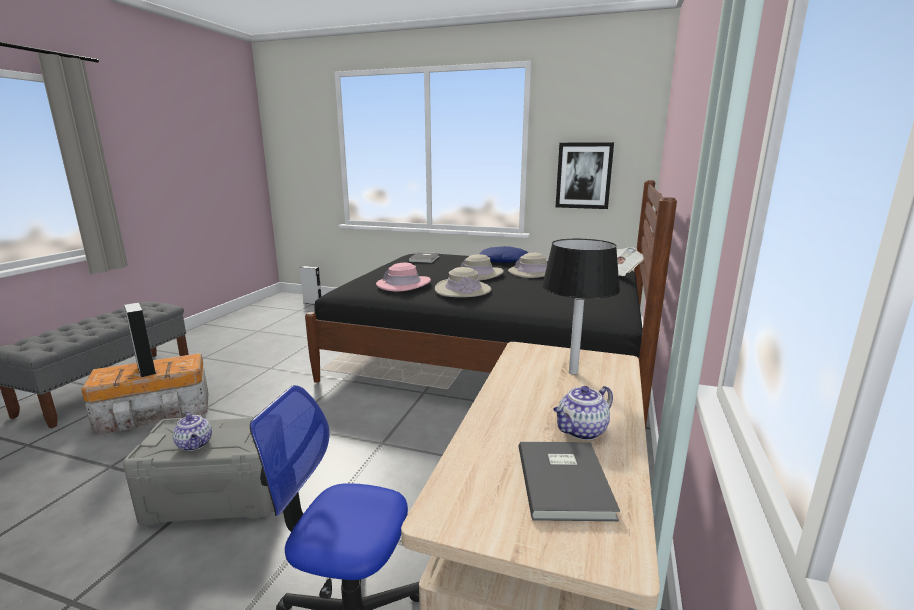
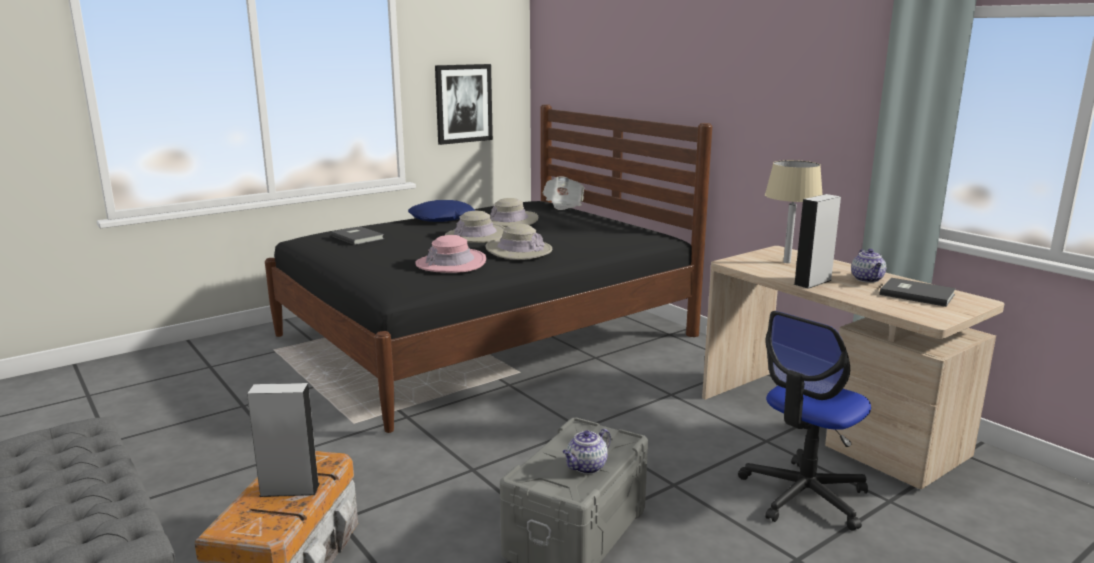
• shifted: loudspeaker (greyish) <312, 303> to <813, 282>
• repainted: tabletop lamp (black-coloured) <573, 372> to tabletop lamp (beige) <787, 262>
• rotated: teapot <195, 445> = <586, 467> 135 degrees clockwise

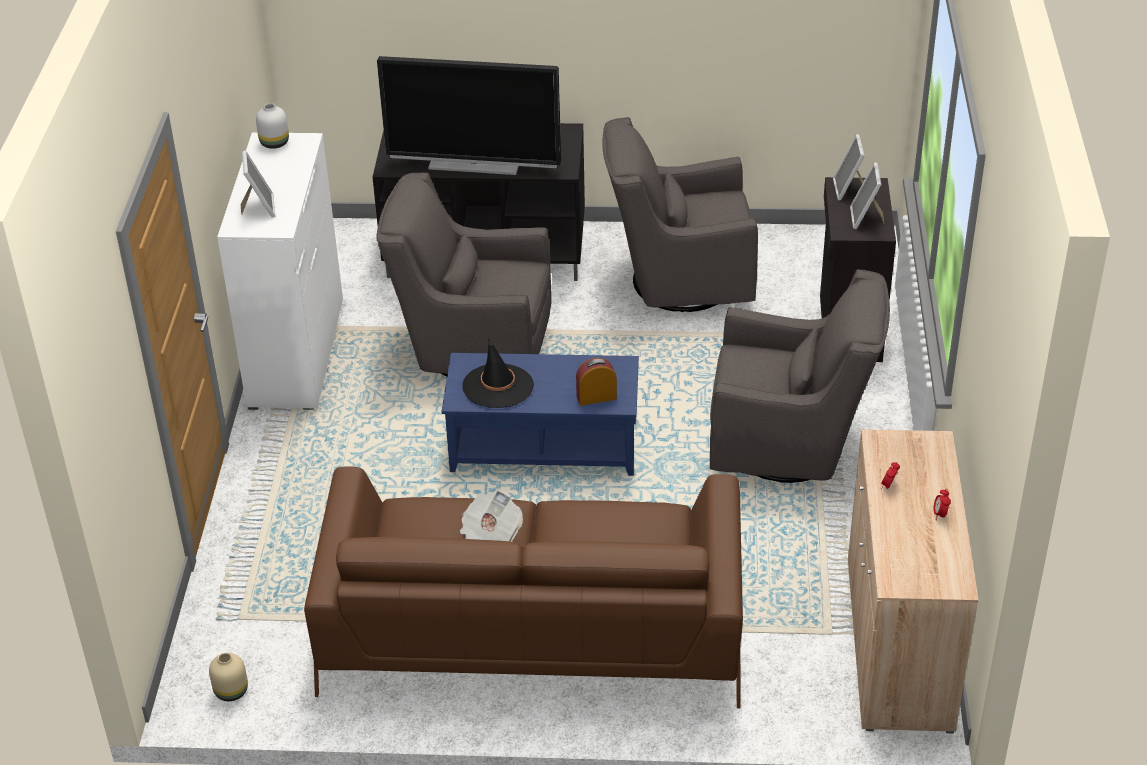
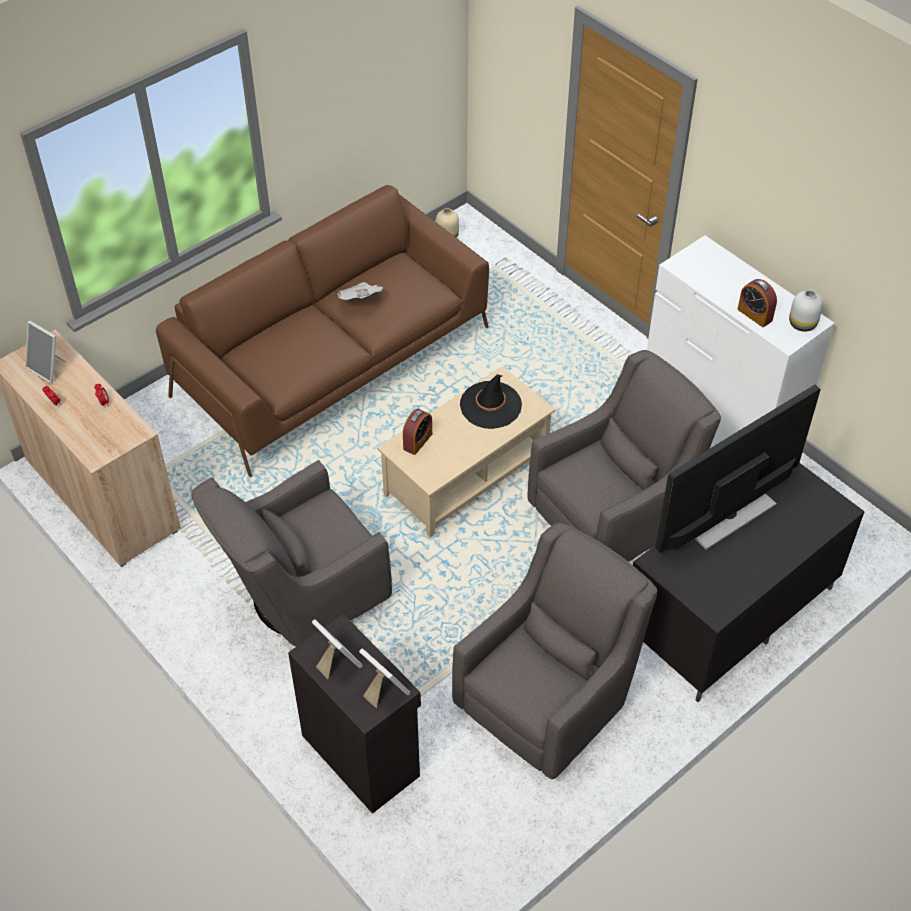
• new: table clock <754, 315>
• shifted: standing frame <259, 207> to <48, 368>
• repainted: lounge table (blue-coloured) <543, 448> to lounge table (beige) <466, 474>

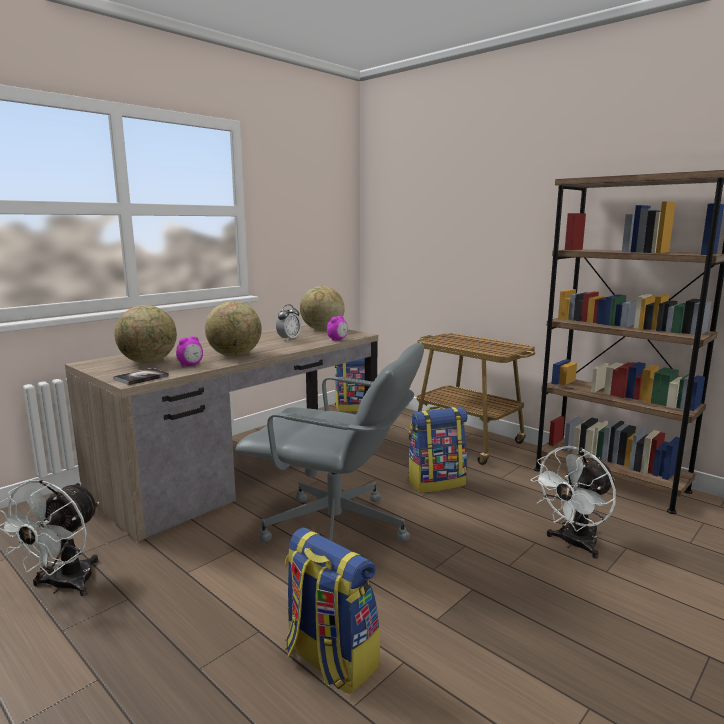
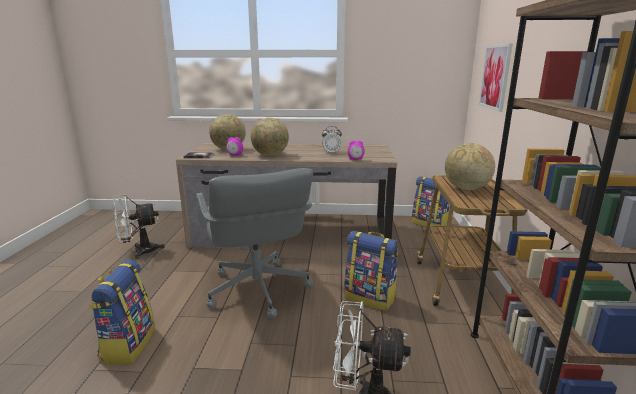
• new: wall art <495, 77>
• shifted: world globe <322, 330> to <466, 189>

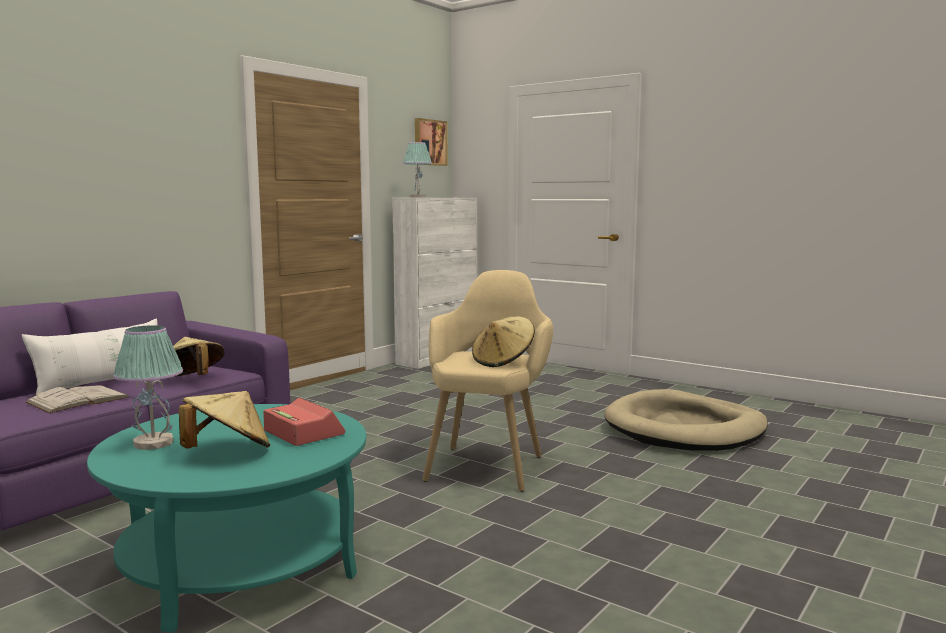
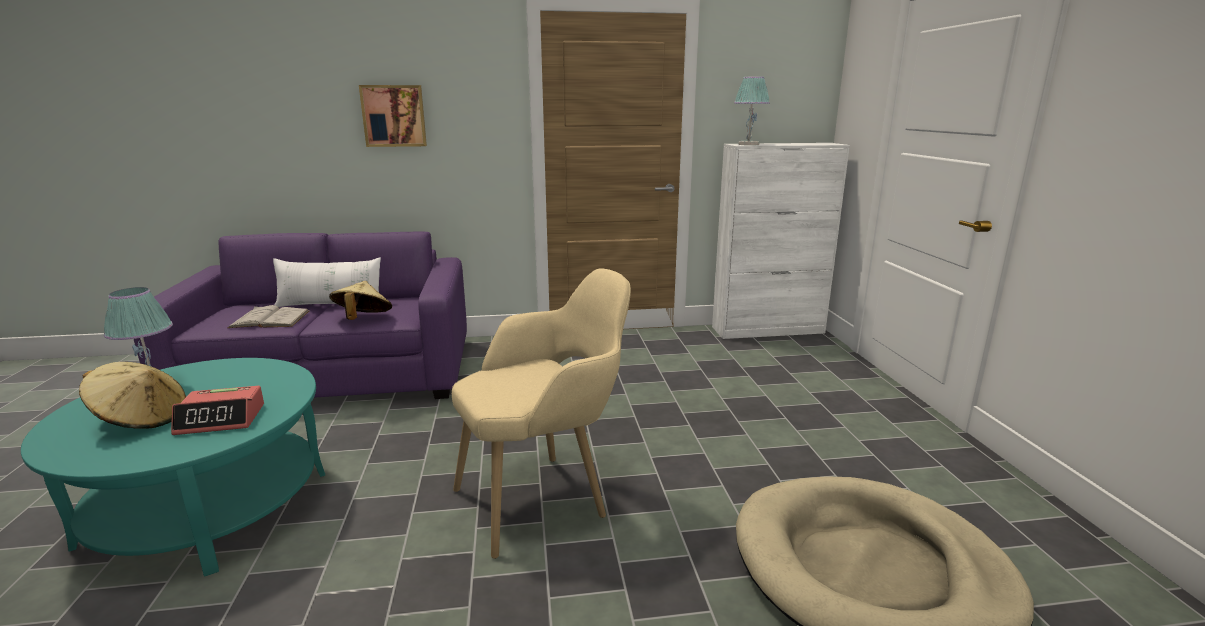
• gone: hat (beige) <503, 362>
• shifted: wall art <429, 142> to <394, 116>
• rotated: table clock <303, 433> = <221, 419> 75 degrees clockwise

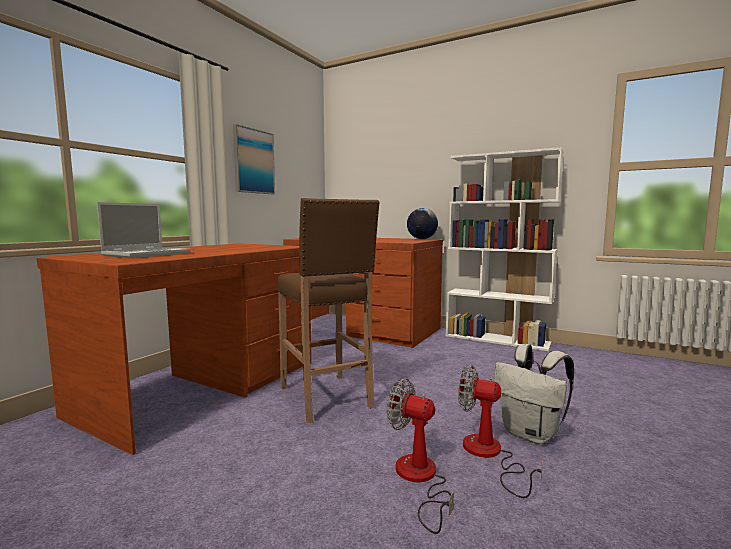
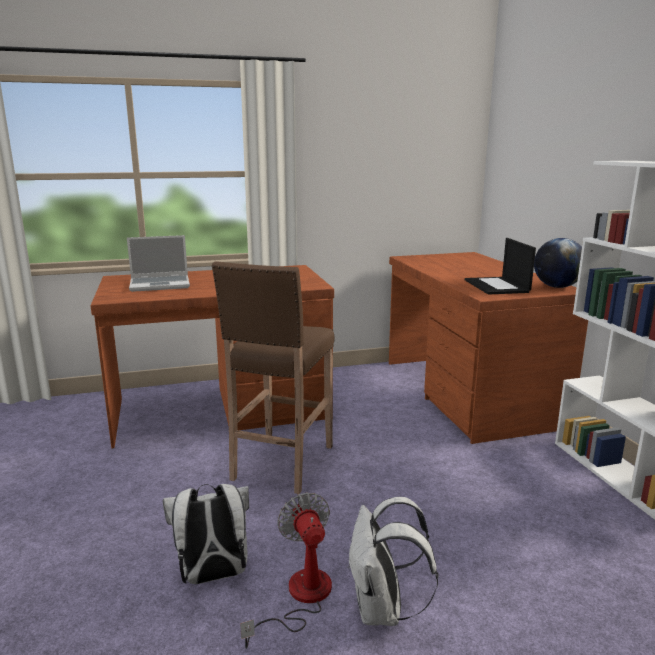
• gone: wall art <253, 161>
• new: notebook computer <497, 286>
• swapped: fan <419, 479> to rucksack (whitish) <213, 576>

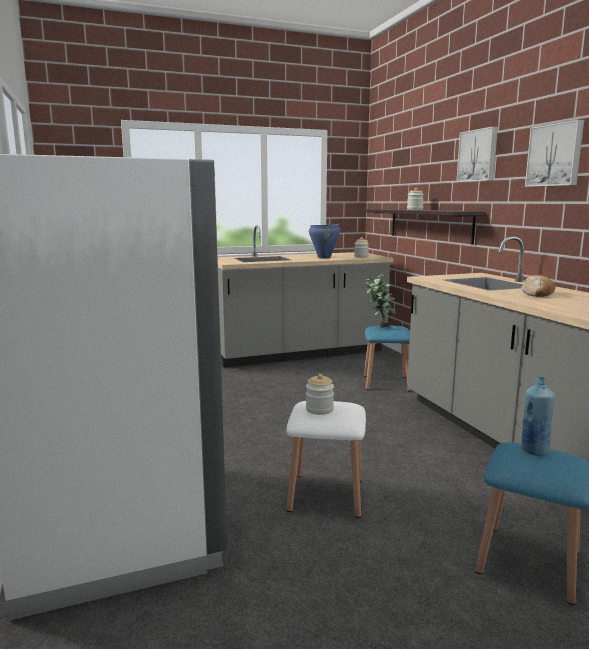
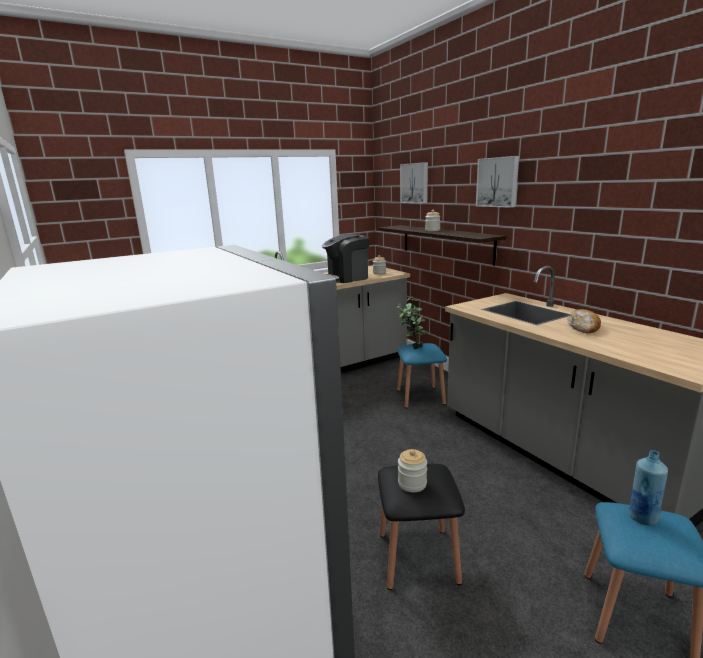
• shifted: wall art <555, 155> to <415, 183>
• swapped: cooking pot (blue-coloured) <324, 258> to coffee brewer <346, 278>
• repainted: sitting stool (whitish) <326, 494> to sitting stool (black-coloured) <418, 557>

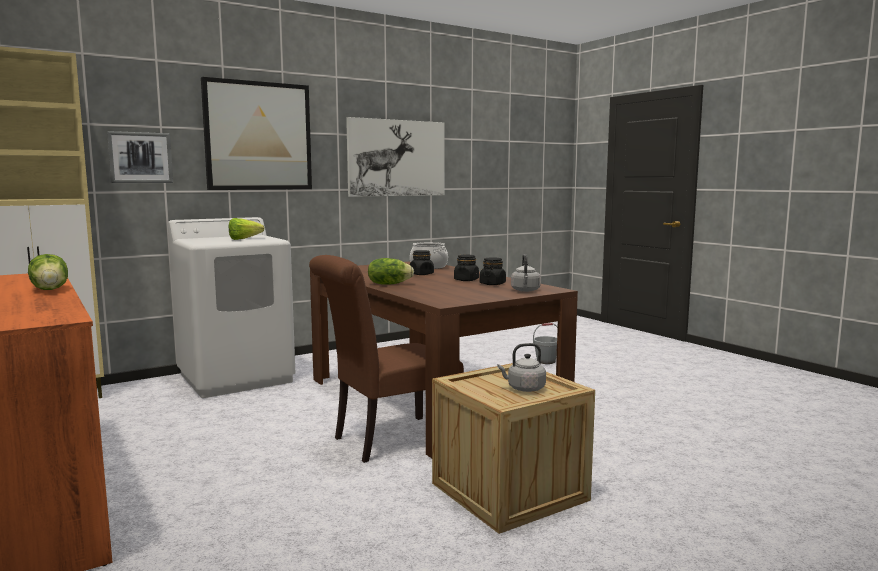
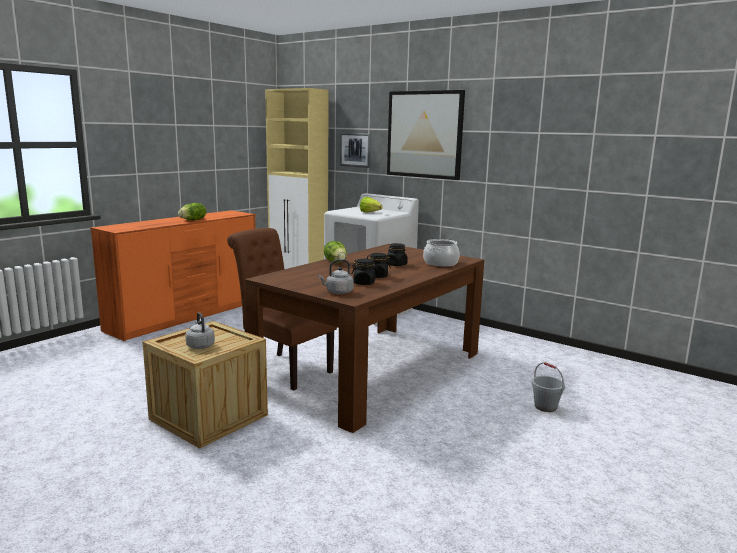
• gone: wall art <397, 158>

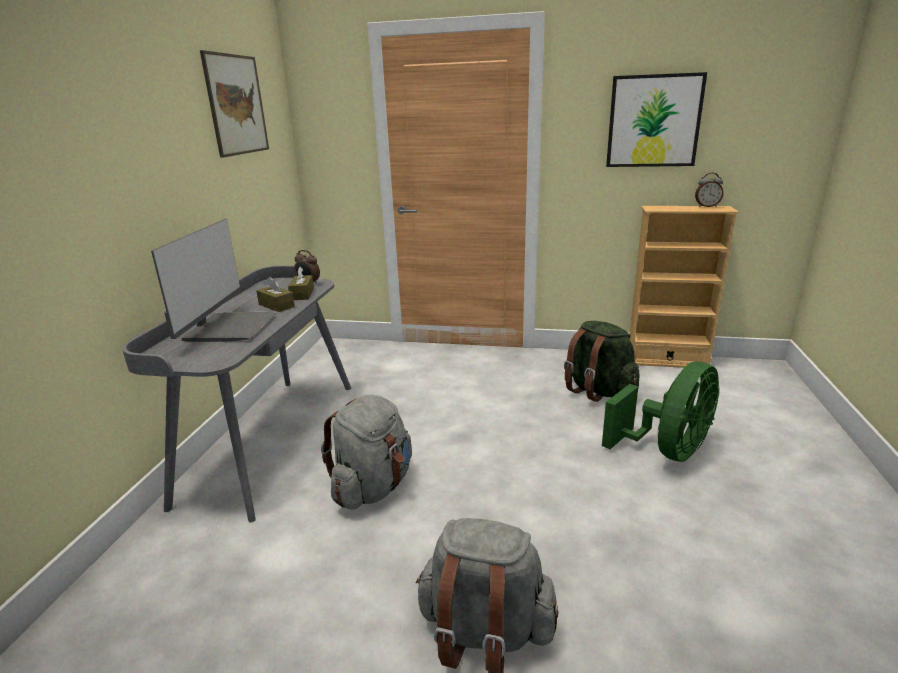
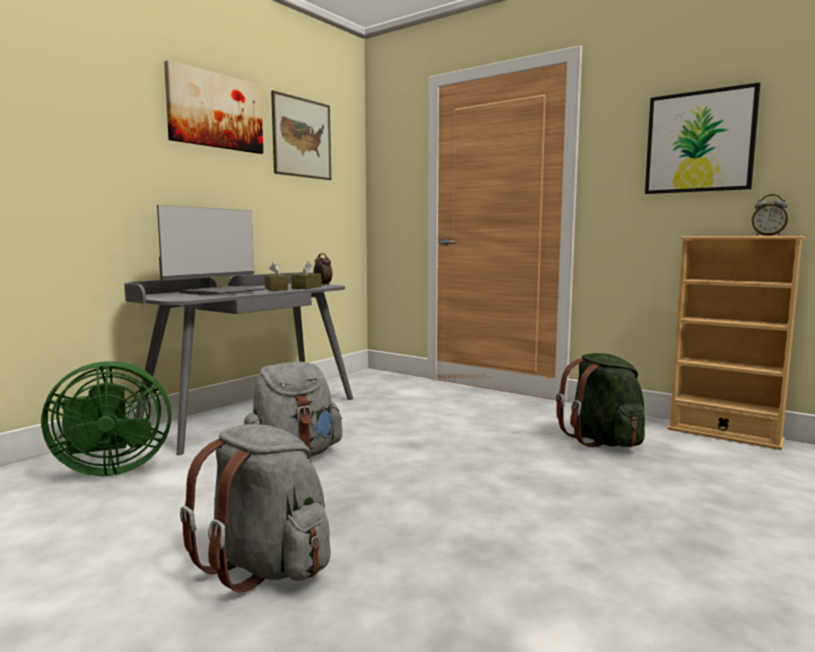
• new: wall art <215, 111>
• shifted: fan (greenish) <667, 450> to <110, 469>

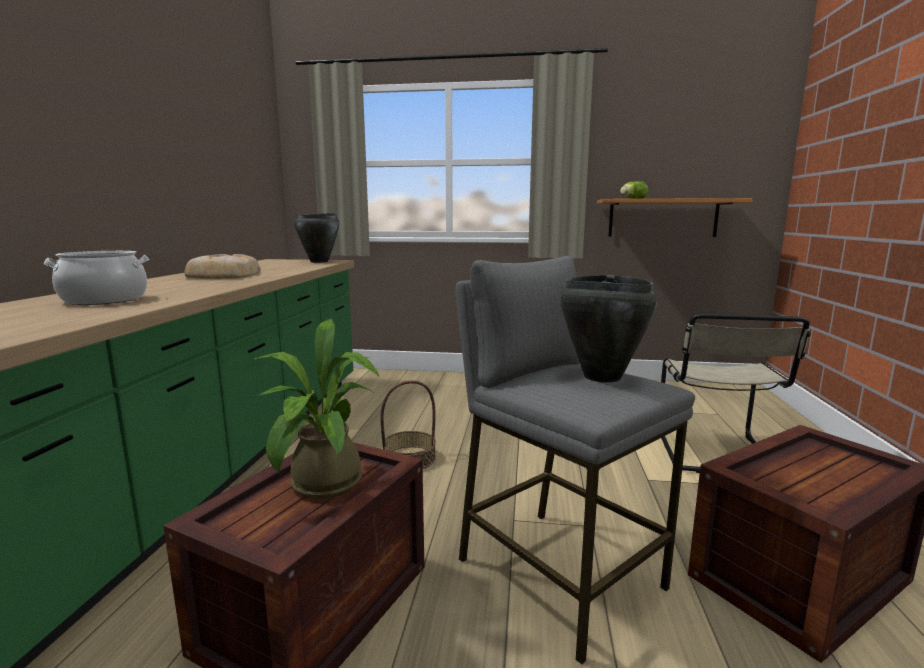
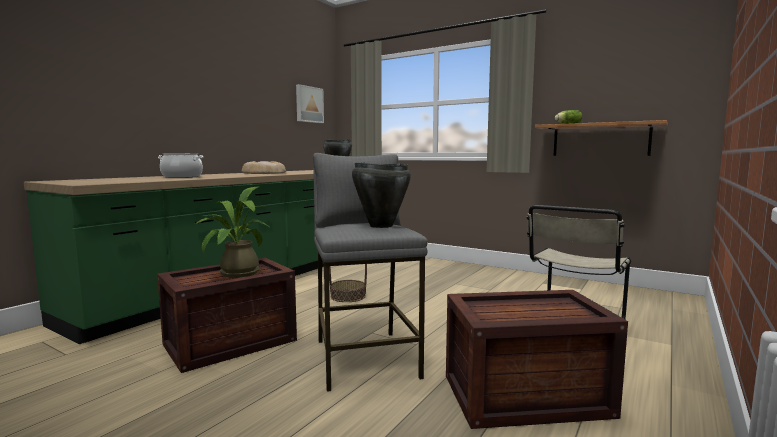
• new: wall art <308, 104>

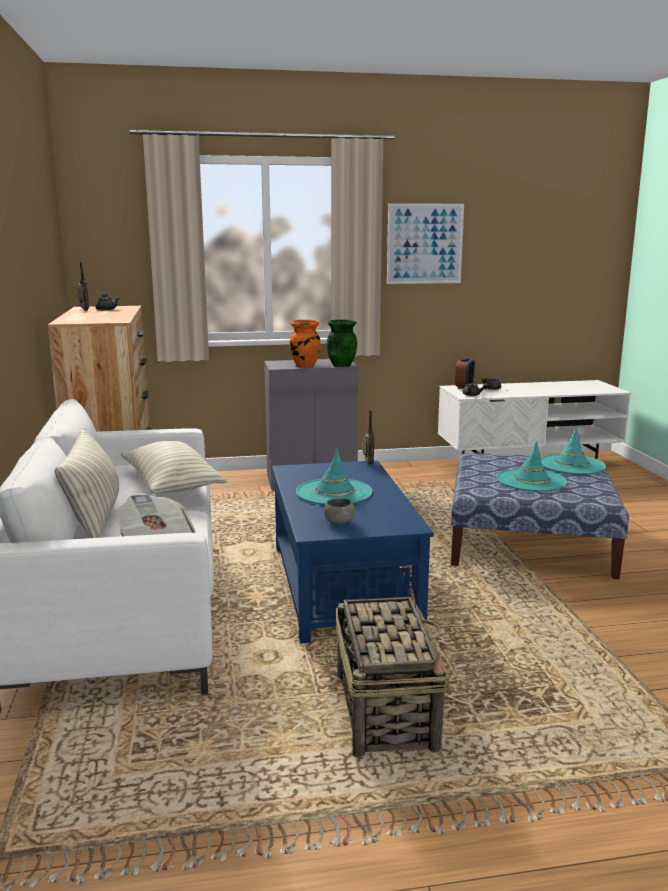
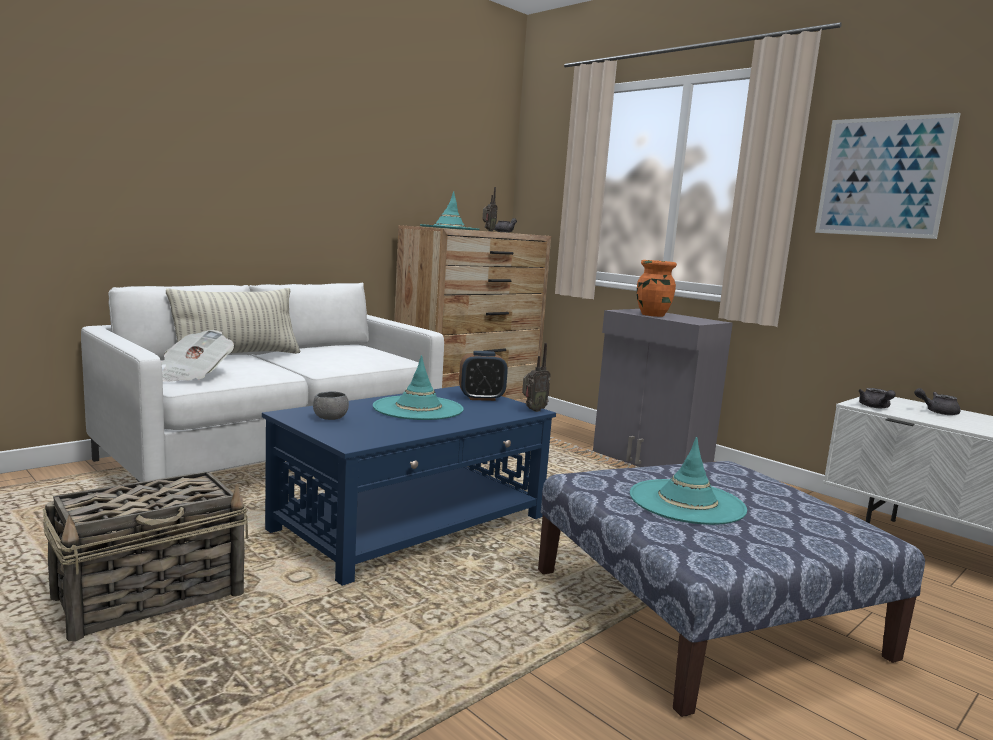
• gone: cushion <172, 485>
• gone: flower vase (greenish) <341, 365>
• shifted: table clock <464, 387> to <481, 398>
• shifted: hat (turquoise-coloured) <571, 465> to <449, 228>

